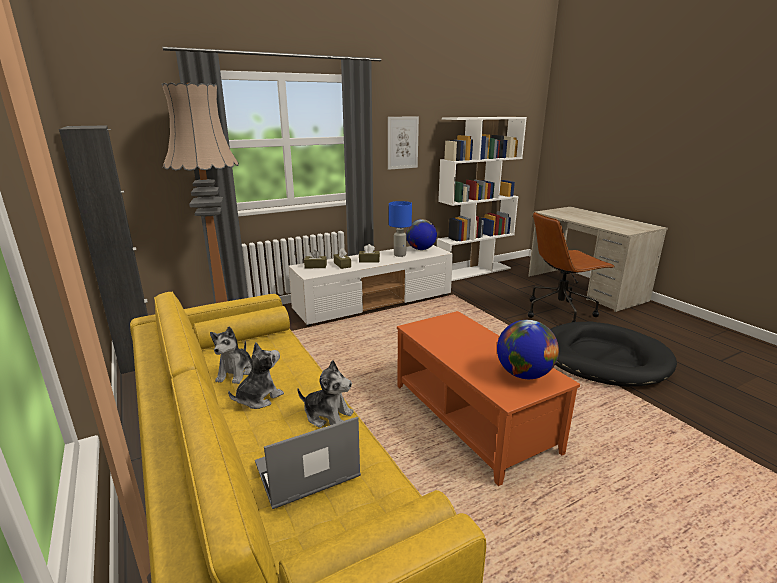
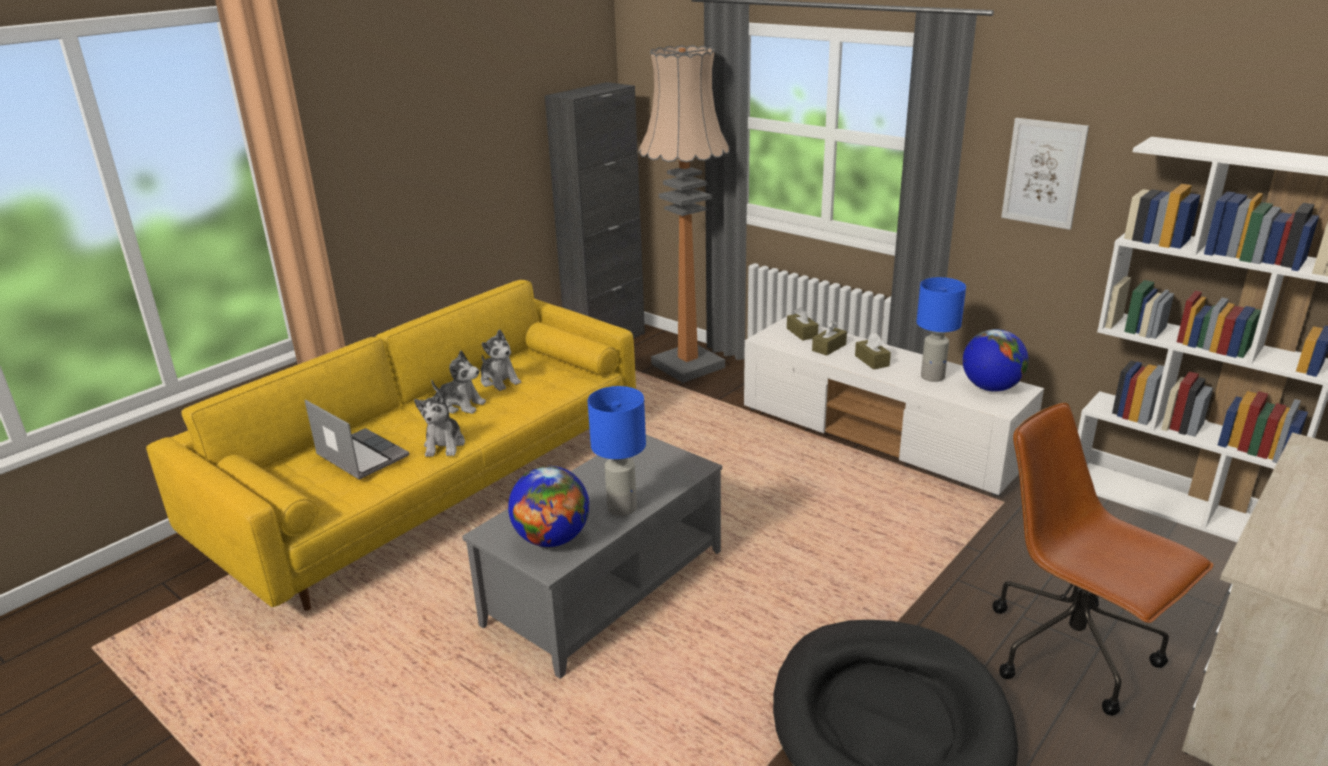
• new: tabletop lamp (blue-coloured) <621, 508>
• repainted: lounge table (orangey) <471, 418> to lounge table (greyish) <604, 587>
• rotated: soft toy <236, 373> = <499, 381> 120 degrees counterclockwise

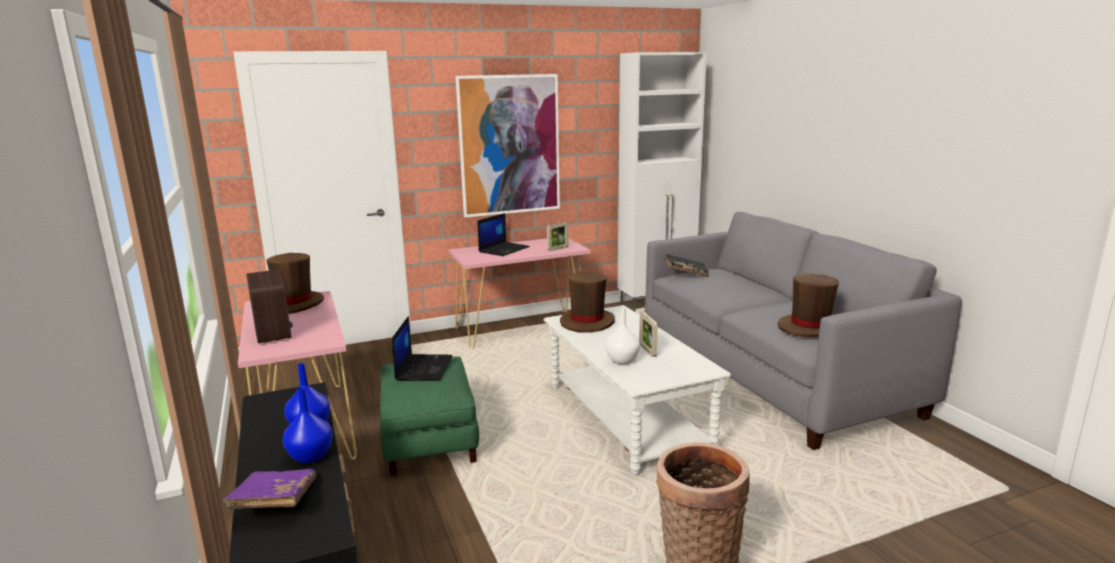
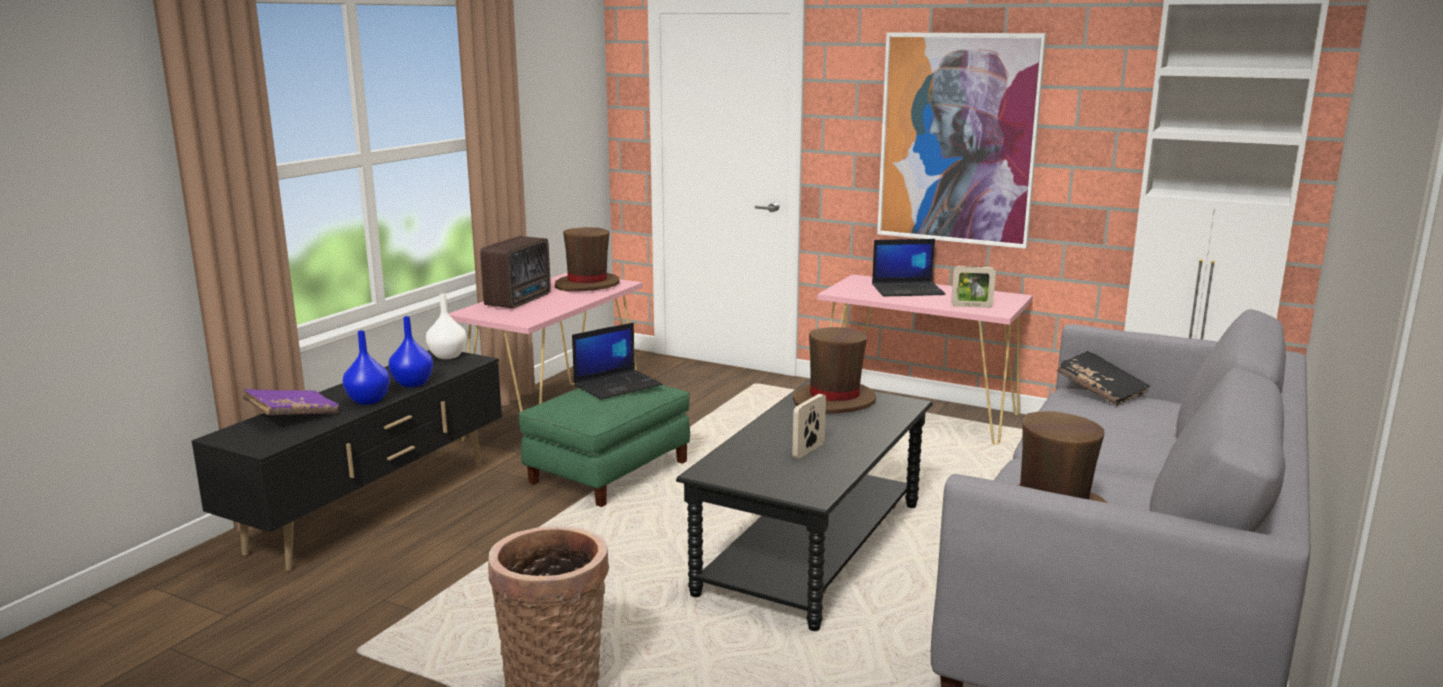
• shifted: flower vase (whitish) <622, 360> to <448, 356>
• repainted: lounge table (whitish) <626, 418> to lounge table (black-coloured) <812, 548>

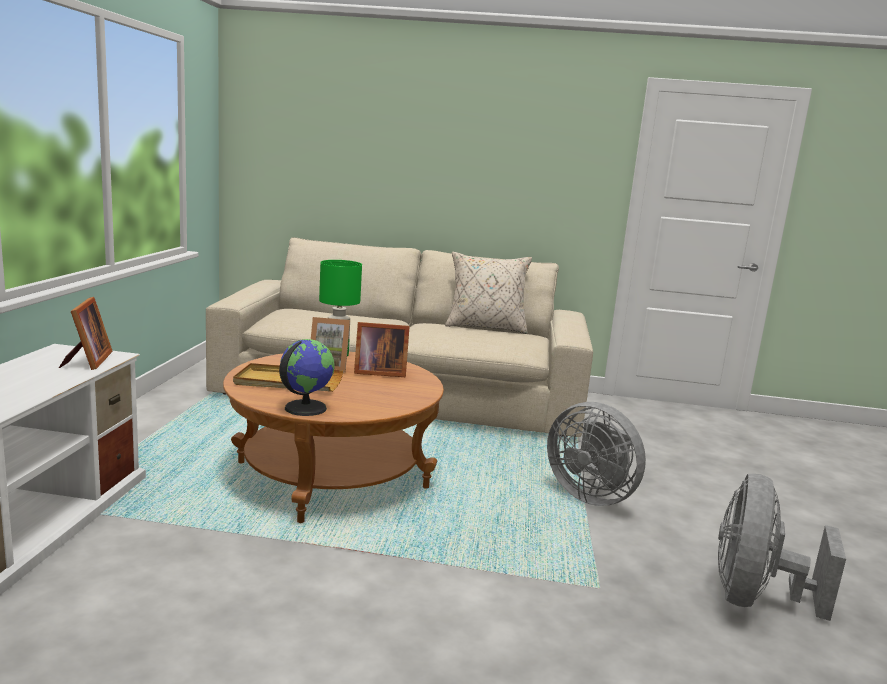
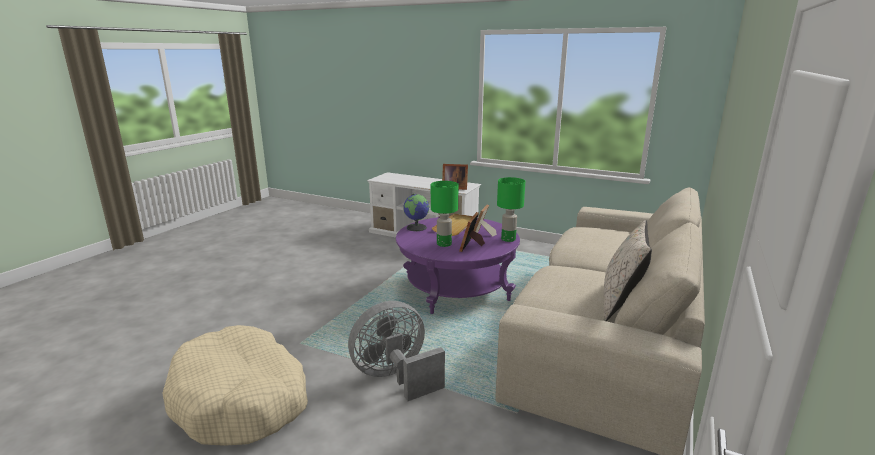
• new: tabletop lamp (greenish) <444, 244>
• swapped: fan (greyish) <754, 598> to dog cushion (beige) <241, 399>
• repainted: lounge table (brownish) <332, 475> to lounge table (purple) <456, 289>

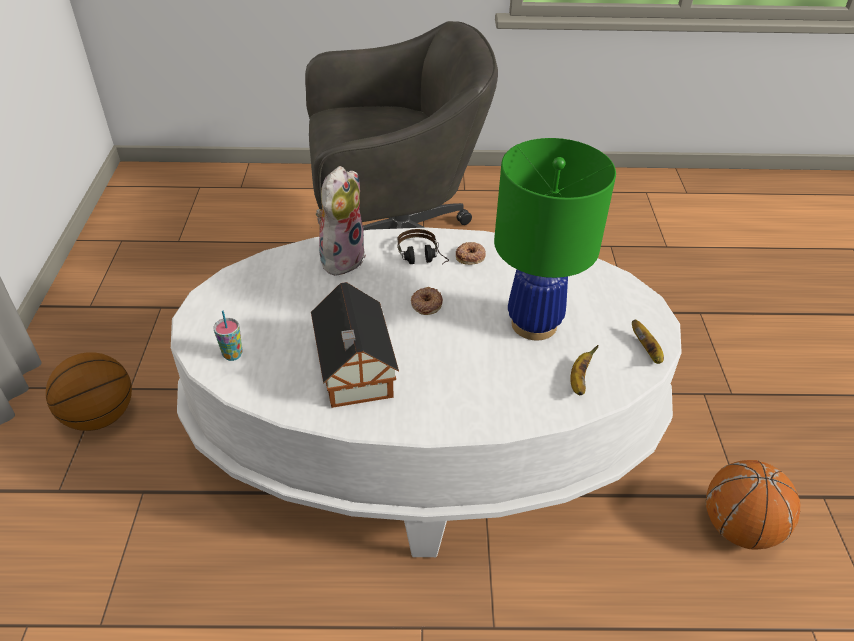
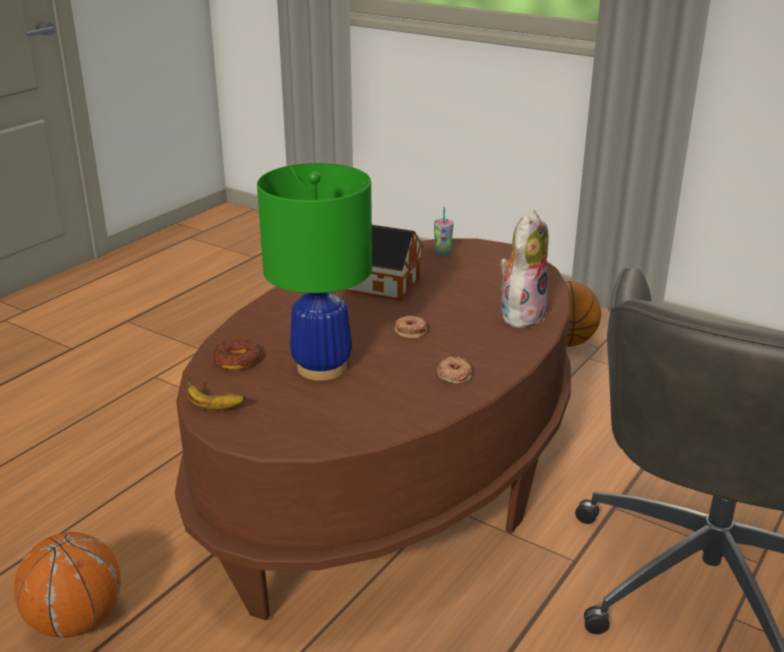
• gone: pair of headphones <422, 260>
• swapped: banana fruit <579, 380> to doughnut <237, 360>
• repainted: lounge table (whitish) <424, 438> to lounge table (brownish) <391, 477>
• rotated: soft toy <341, 257> = <521, 314> 120 degrees counterclockwise

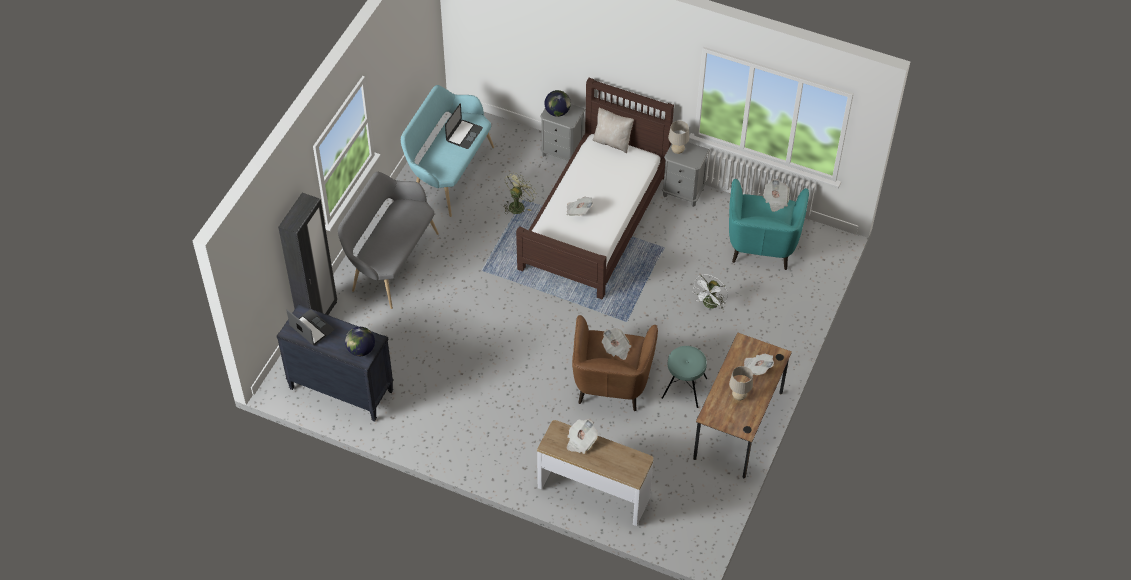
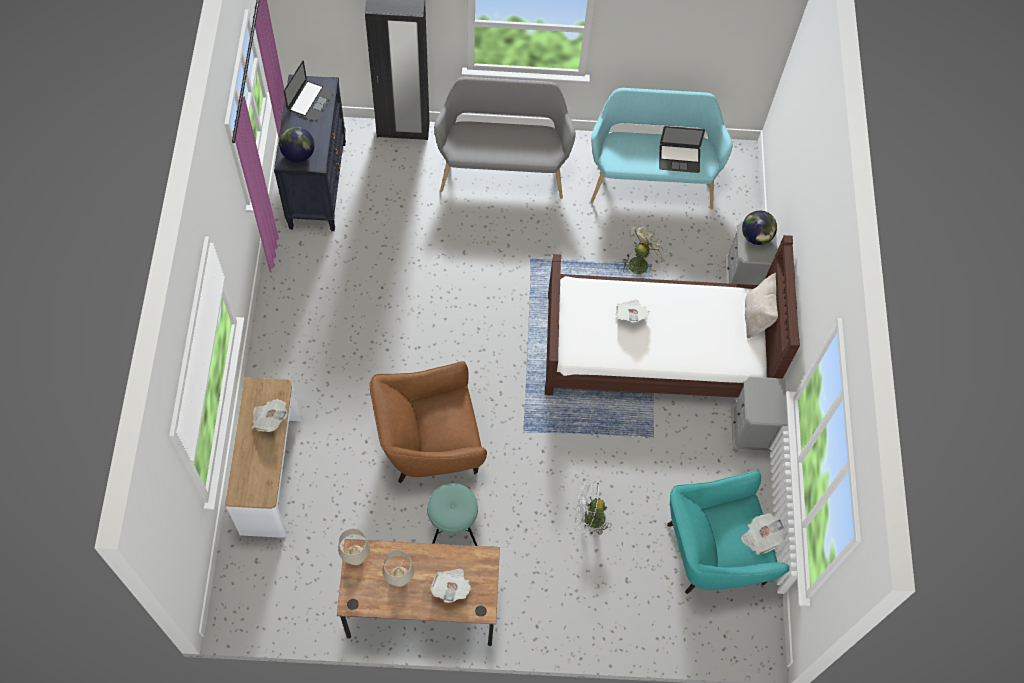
• gone: printed paper <616, 349>
• shifted: tabletop lamp (beige) <677, 151> to <356, 558>
• rotated: fan (greenish) <518, 205> = <640, 262> 60 degrees counterclockwise

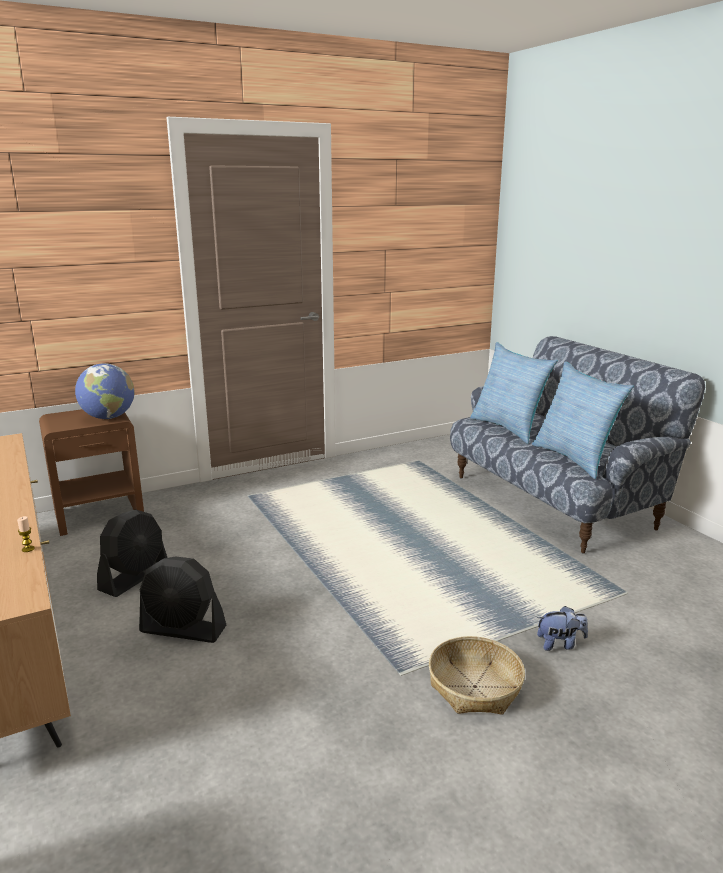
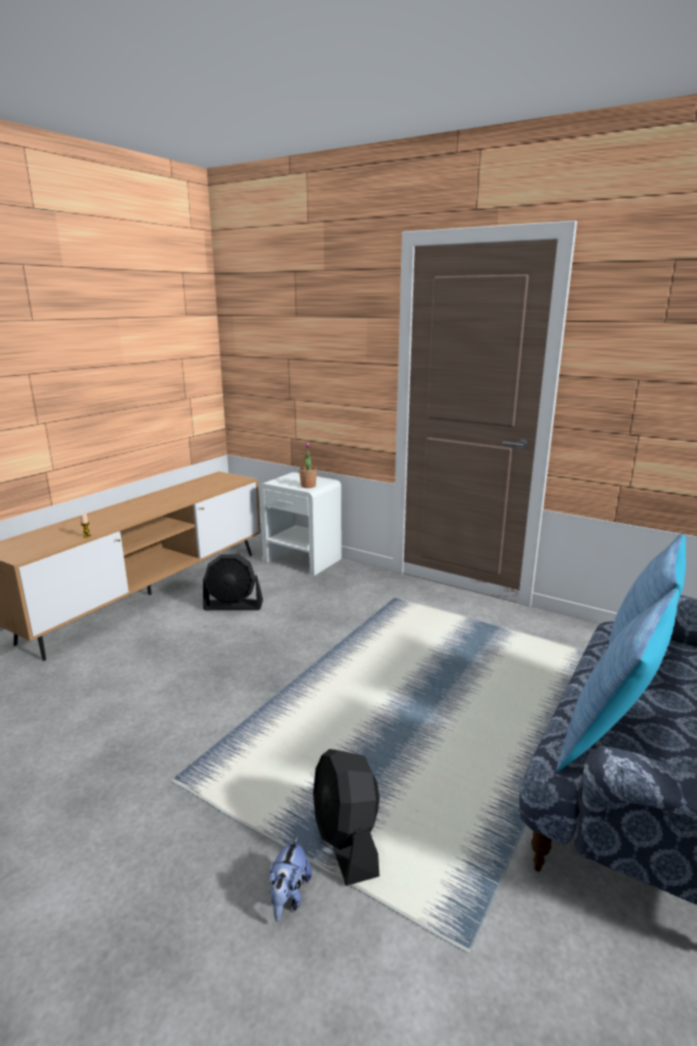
• gone: basket <474, 687>
• shifted: fan (black-coloured) <183, 629> to <346, 840>
• swapped: world globe <108, 417> to potted plant <308, 486>
• repainted: nightstand (brownish) <100, 514> to nightstand (whitish) <303, 560>
• rotated: soft toy <560, 644> = <288, 896> 45 degrees clockwise

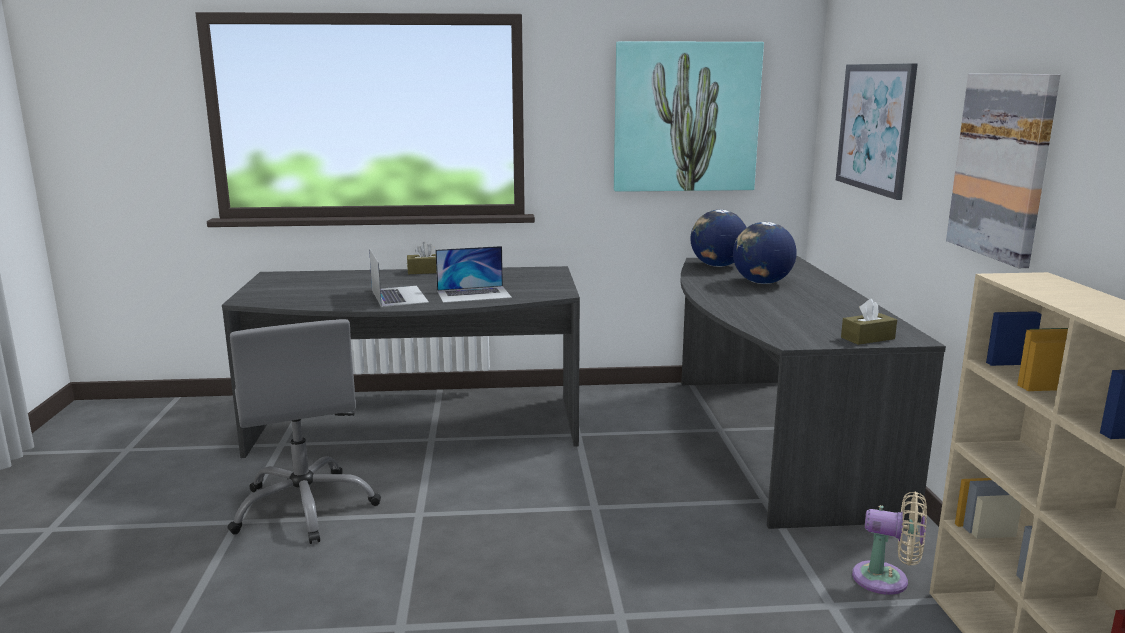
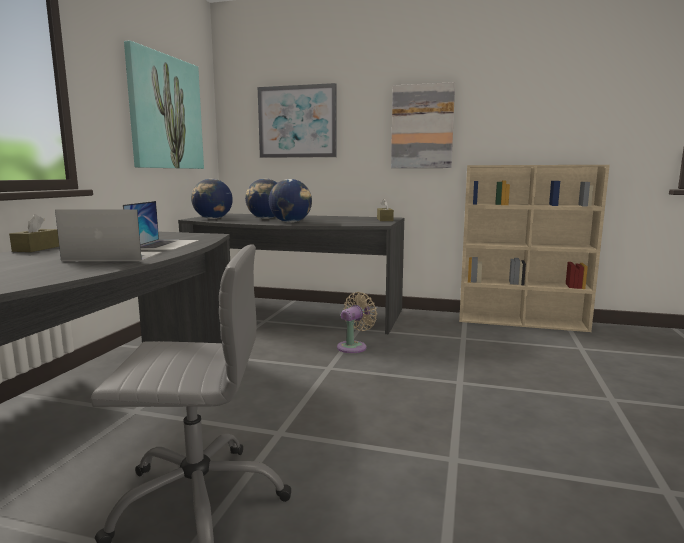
• new: world globe <291, 222>
• shifted: fan (beige) <886, 580> to <354, 346>

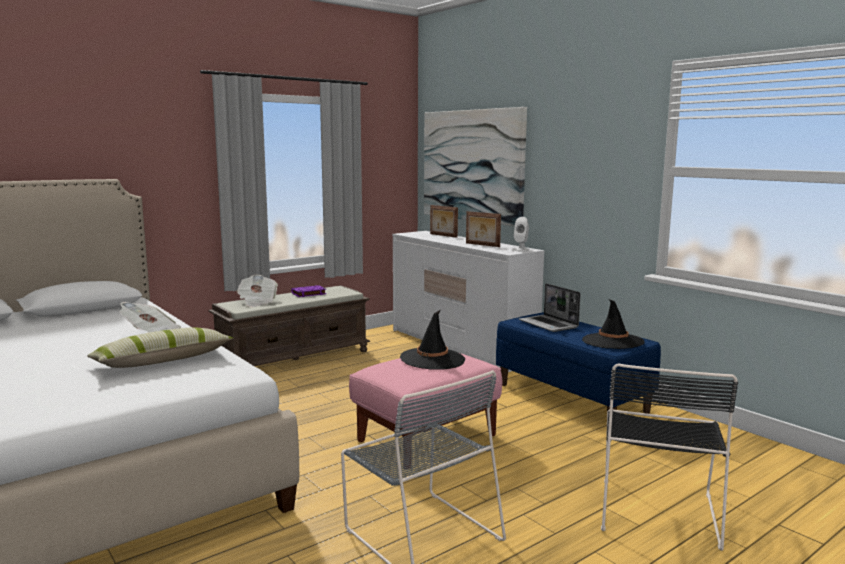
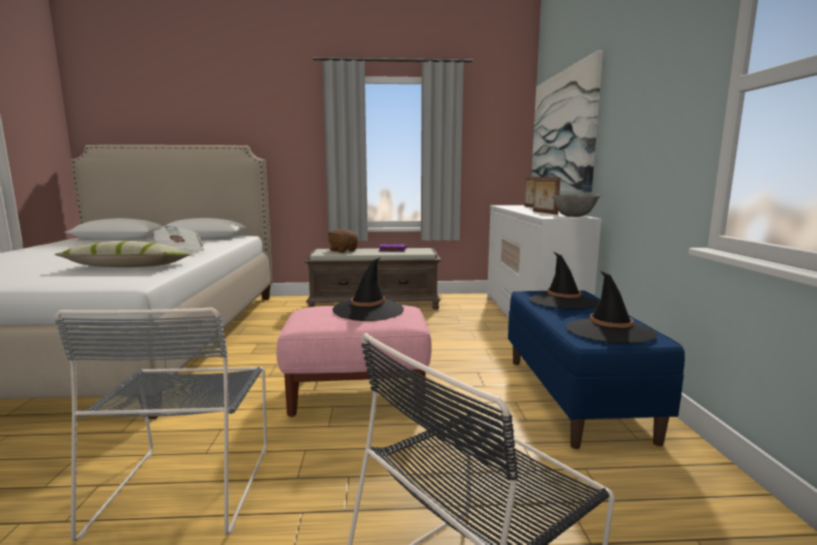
• swapped: printed paper <257, 302> to soft toy (brownish) <343, 251>
• swapped: loudspeaker (whitish) <521, 249> to serving bowl (greyish) <574, 216>
• swapped: notebook computer <549, 324> to hat (black-coloured) <563, 302>

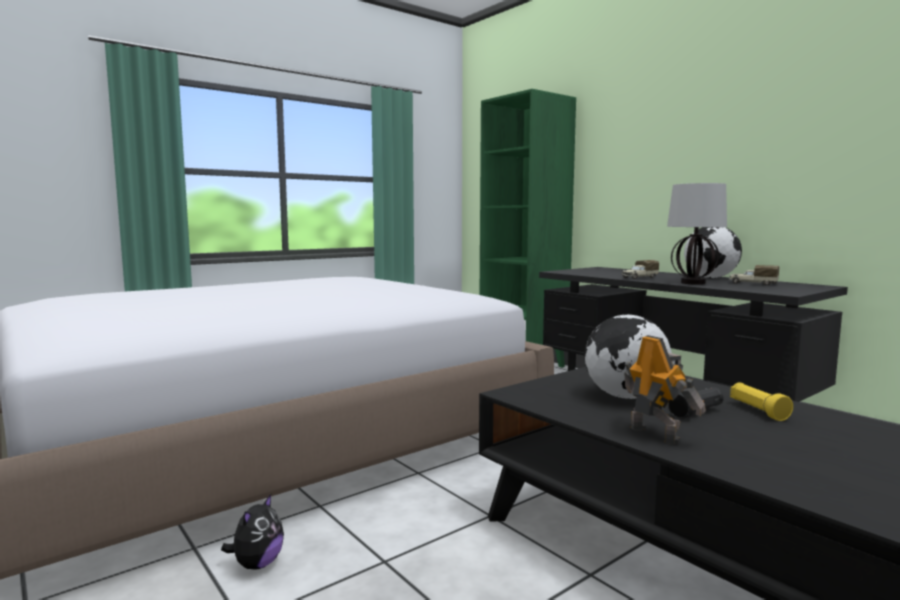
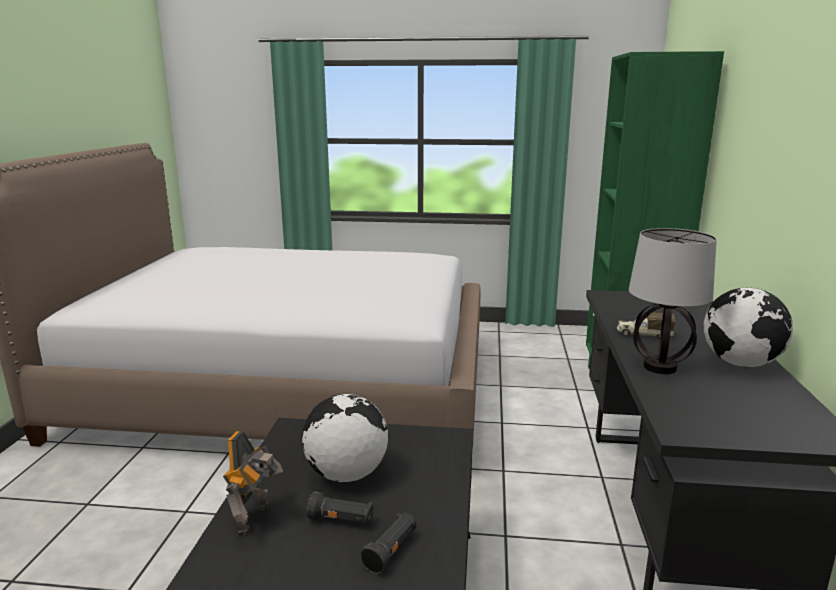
• gone: soft toy <257, 564>
• gone: model truck <752, 283>
• repainted: hand torch (yellow) <757, 411> to hand torch (black-coloured) <391, 551>

